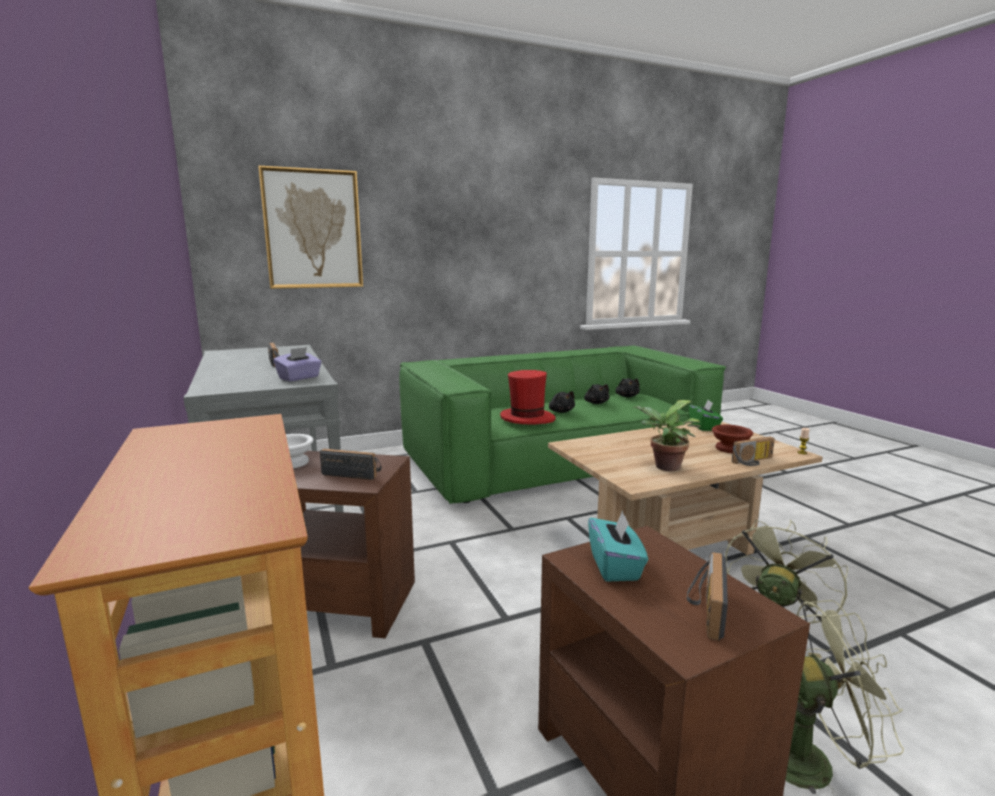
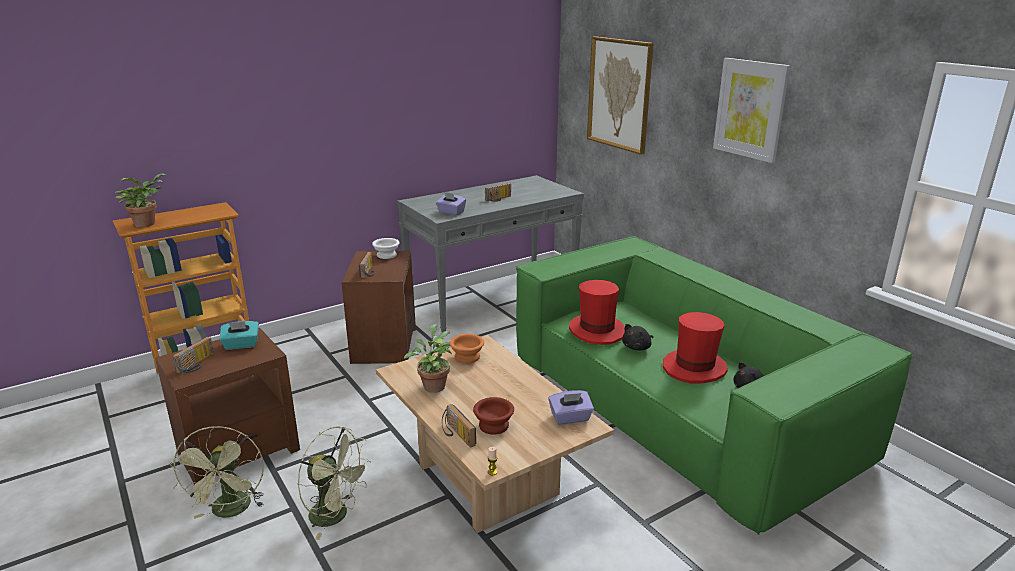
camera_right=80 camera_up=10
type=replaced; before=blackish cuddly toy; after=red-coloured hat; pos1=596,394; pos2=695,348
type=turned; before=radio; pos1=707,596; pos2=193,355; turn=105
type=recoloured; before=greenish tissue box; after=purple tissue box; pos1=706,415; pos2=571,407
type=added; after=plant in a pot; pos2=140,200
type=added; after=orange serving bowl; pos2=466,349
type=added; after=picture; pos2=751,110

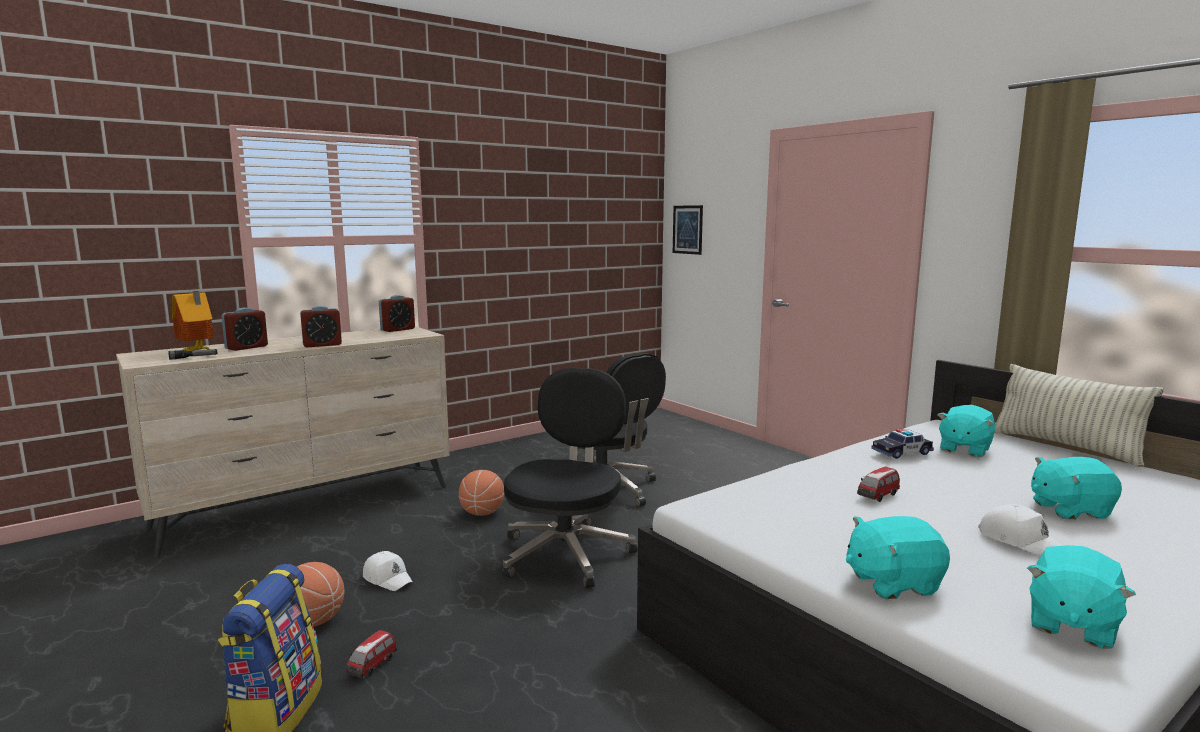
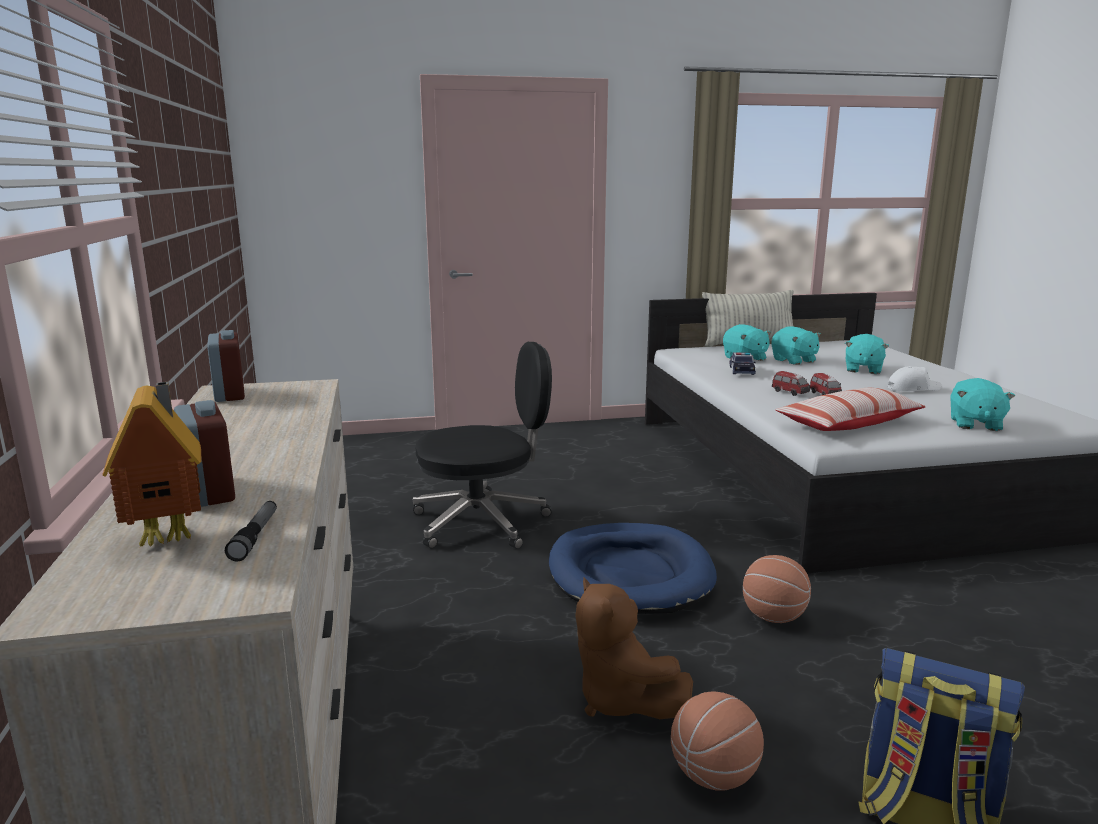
camera_right=-65 camera_up=5
type=removed; before=table clock; pos1=321,326
type=moved; before=model car; pos1=371,654; pos2=791,383
type=replaced; before=white-coloured peaked cap; after=brown-coloured cuddly toy; pos1=388,571; pos2=634,648
type=moved; before=basketball; pos1=481,493; pos2=777,589
type=replaced; before=blackish desk chair; after=blue dog cushion; pos1=569,477; pos2=633,568
type=removed; before=picture; pos1=688,230
type=moved; before=blue-green cuddly toy; pos1=1081,597; pos2=796,345
type=added; after=pillow; pos2=850,409

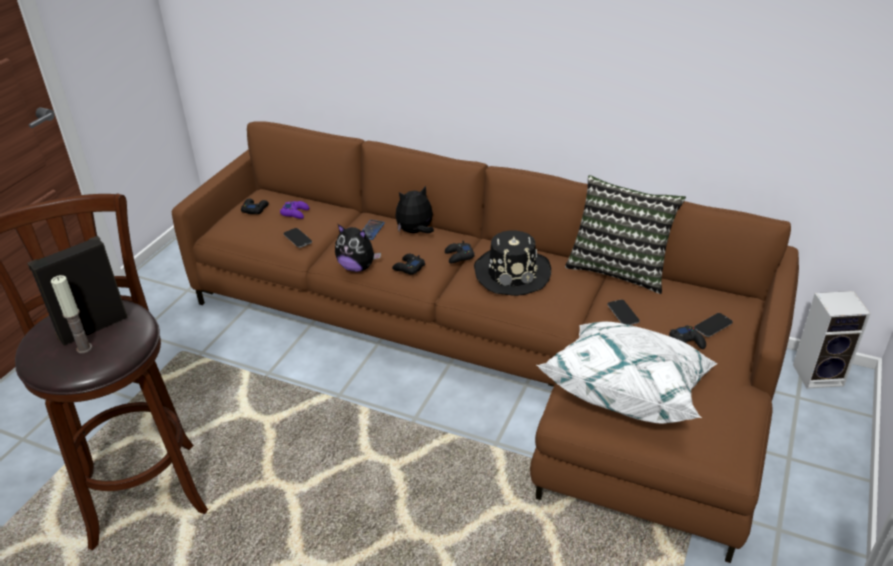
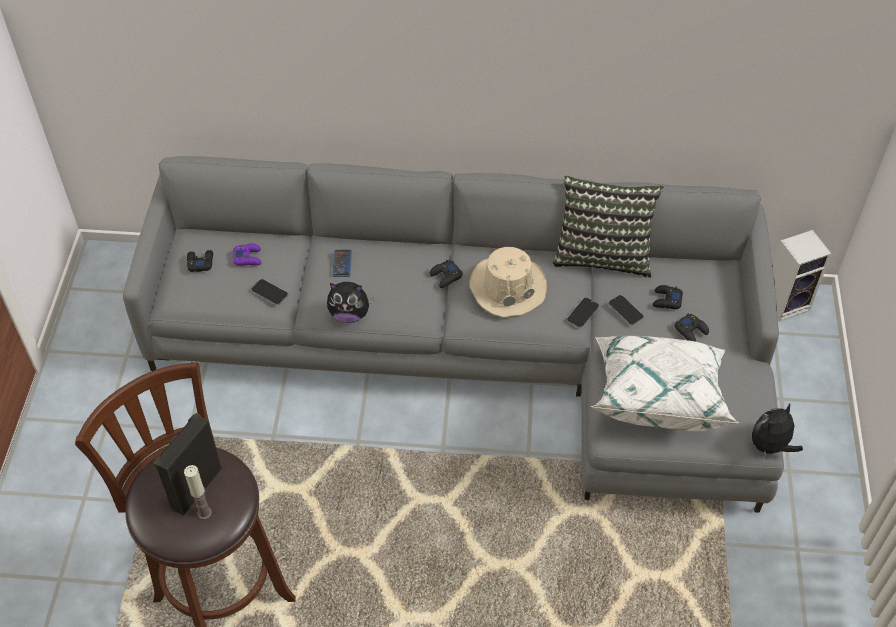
camera_right=-20 camera_up=15
type=recoloured; before=brown-coloured couch; after=greyish couch; pos1=485,342; pos2=453,334
type=moved; before=blackish joypad; pos1=408,264; pos2=668,297
type=moved; before=cuddly toy; pos1=414,209; pos2=777,431
type=recoloured; before=blackish hat; after=beige hat; pos1=512,263; pos2=508,282
type=moved; before=phone; pos1=713,325; pos2=583,313

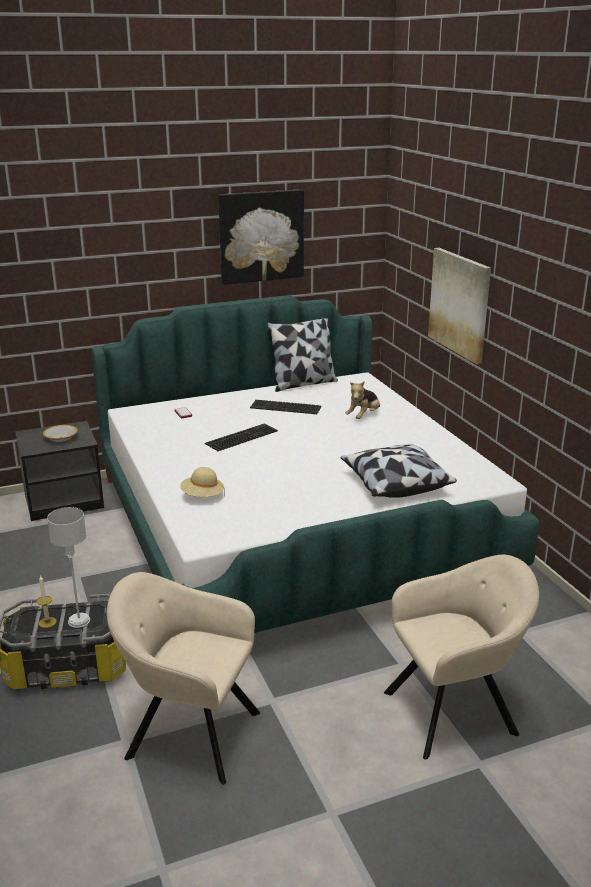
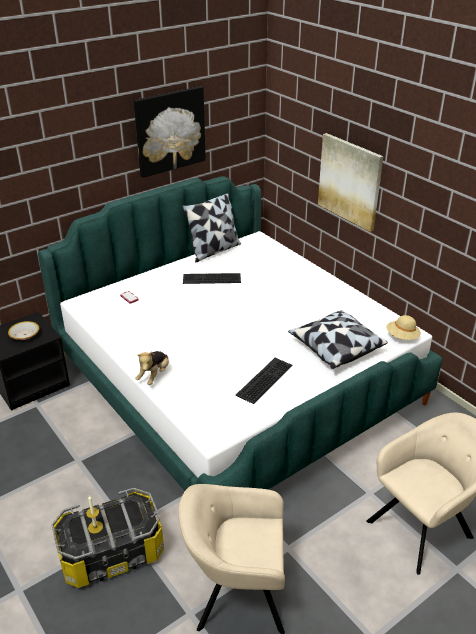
camera_right=-15 camera_up=10
type=removed; before=greyish table lamp; pos1=68,567
type=moved; before=beige hat; pos1=202,482; pos2=403,327
type=moved; before=PC keyboard; pos1=241,437; pos2=264,381
type=moved; before=cuddly toy; pos1=362,400; pos2=152,368

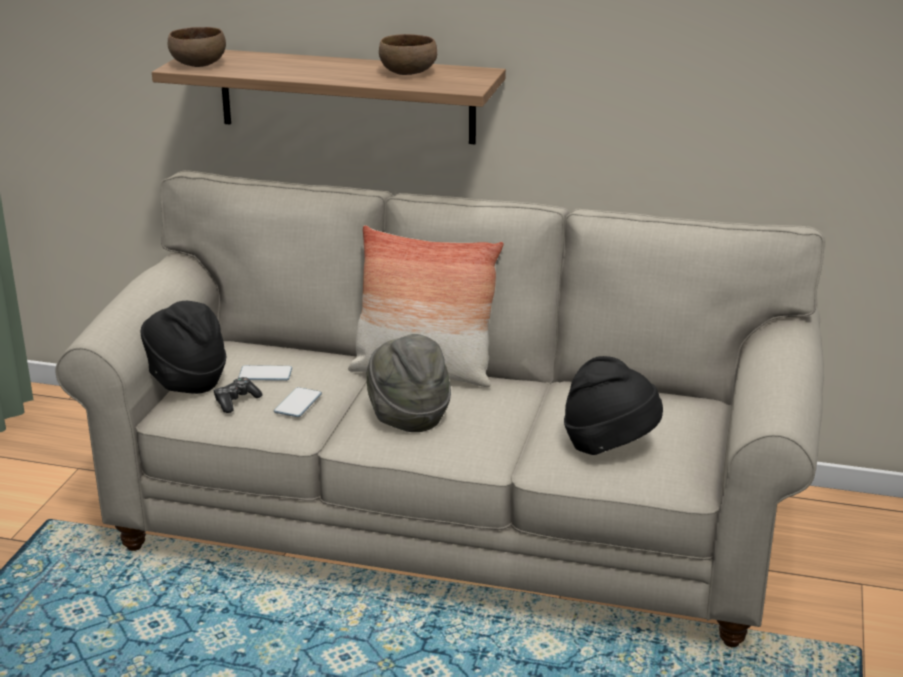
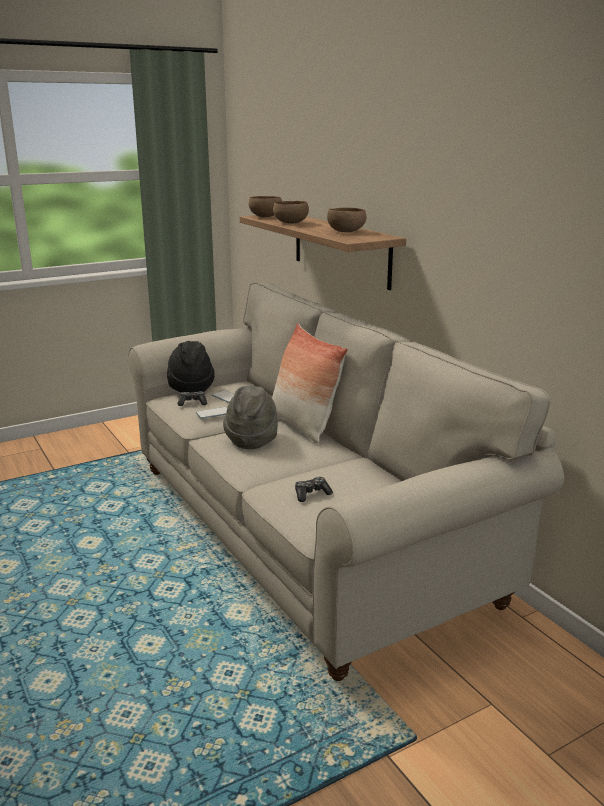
camera_right=45 camera_up=-5
type=replaced; before=blackish hat; after=joypad; pos1=613,405; pos2=314,489
type=added; after=brown-coloured serving bowl; pos2=291,212

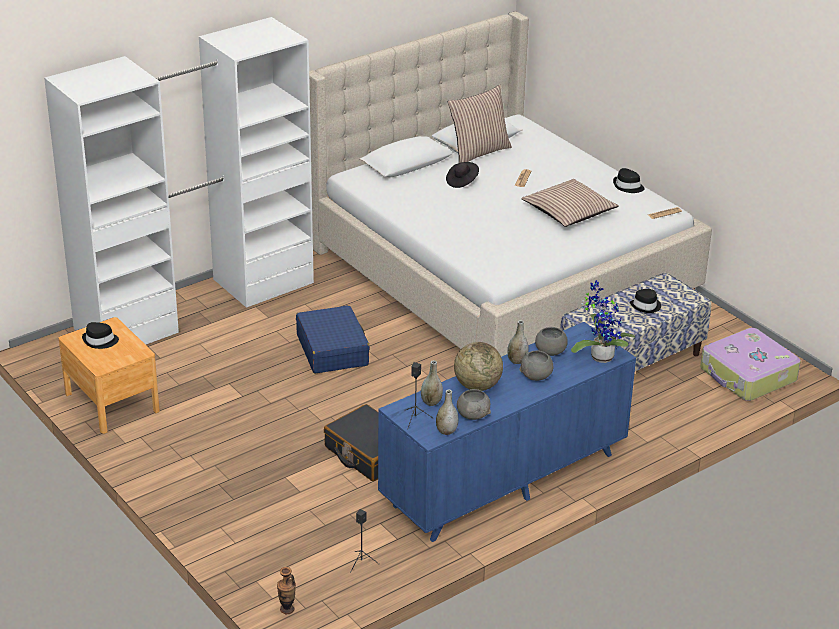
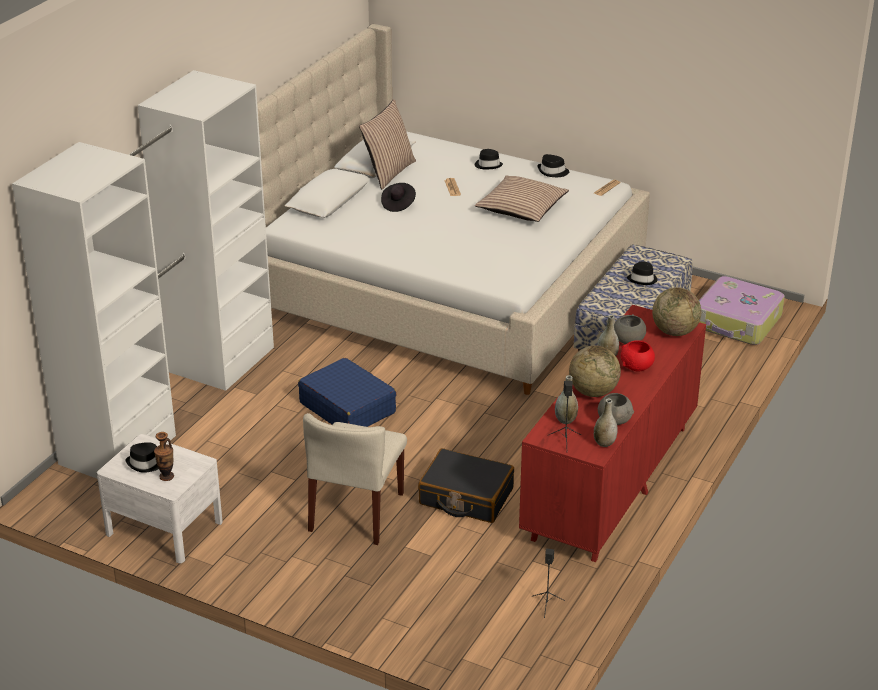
camera_right=-25 camera_up=0
type=recoloured; before=brown-coloured night table; after=white-coloured night table; pos1=109,375; pos2=160,498
type=moved; before=flower vase; pos1=286,590; pos2=164,456
type=recoloured; before=blue chest of drawers; after=red-coloured chest of drawers; pos1=507,432; pos2=612,433
type=recoloured; before=greyish serving bowl; after=red-coloured serving bowl; pos1=536,365; pos2=638,356
type=replaced; before=plant in a pot; after=globe; pos1=603,321; pos2=676,311
type=added; after=beige plain chair; pos2=355,479
type=added; after=blackish hat; pos2=489,159

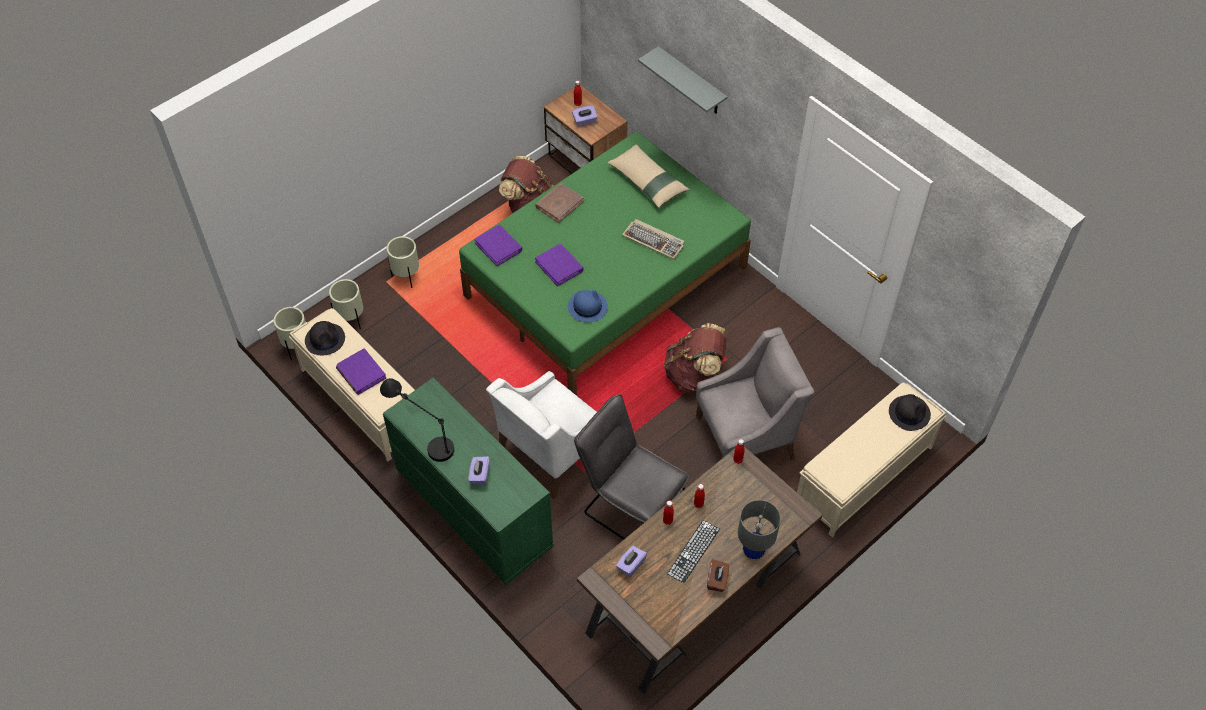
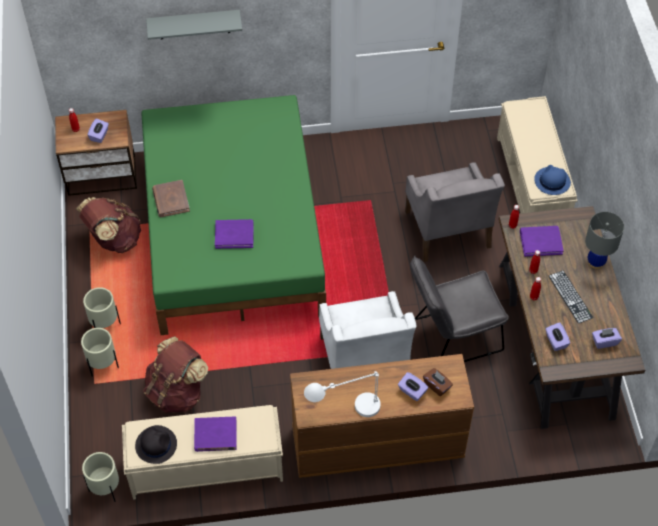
camera_right=-55 camera_up=0
type=moved; before=beige plant pot; pos1=346,304; pos2=102,307
type=recoloured; before=blackish table lamp; after=white-coloured table lamp; pos1=417,420; pos2=342,394
type=recoloured; before=greenish chest of drawers; after=brown-coloured chest of drawers; pos1=468,481; pos2=382,416
type=moved; before=purple volume; pos1=498,245; pos2=542,241
type=moved; before=blue hat; pos1=588,306; pos2=552,180
type=removed; before=beige pillow; pos1=648,176
type=removed; before=PC keyboard; pos1=653,239
type=moved; before=brown-coloured backpack; pos1=695,358; pos2=175,374
type=turned; before=greyish lounge chair; pos1=755,393; pos2=455,212; turn=150
type=moved; before=brown-coloured tissue box; pos1=718,575; pos2=438,382
type=removed; before=blackish hat; pos1=910,412
type=added; after=purple tissue box; pos2=607,338

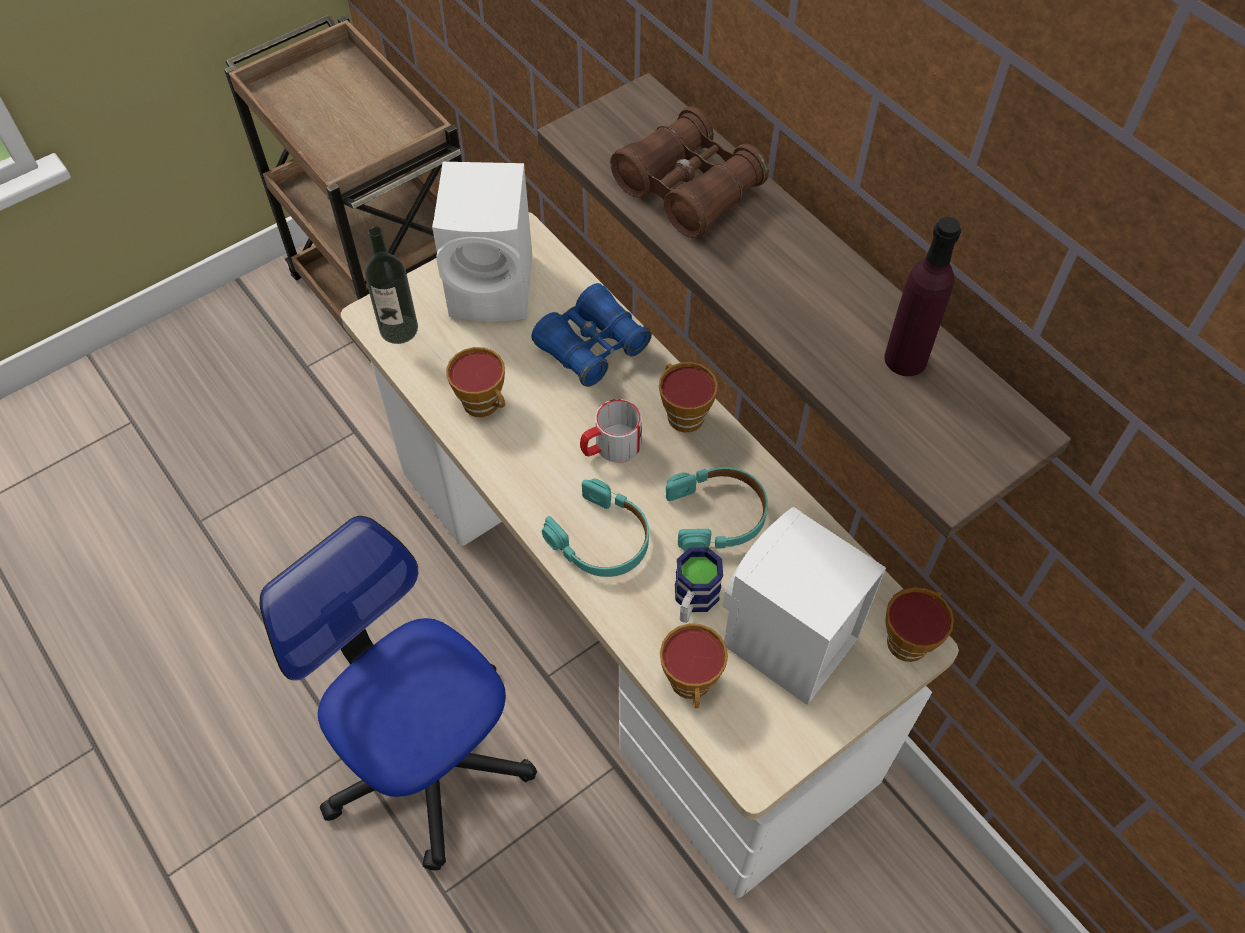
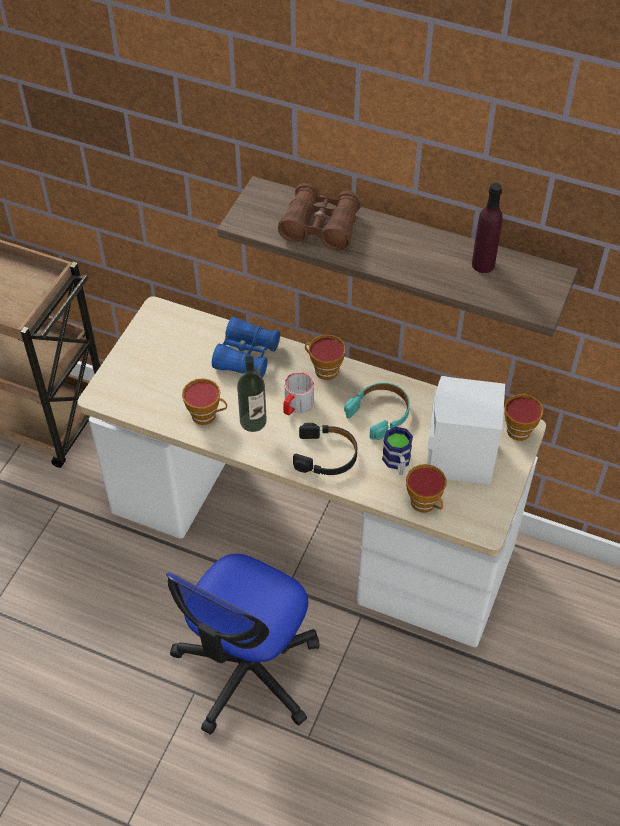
camera_right=-30 camera_up=-5
type=turned; before=desk chair; pos1=398,693; pos2=242,644; turn=-75
type=moved; before=beverage bottle; pos1=391,285; pos2=252,394
type=removed; before=white-coloured speaker; pos1=482,242
type=recoloured; before=blue-green headphones; after=blackish headphones; pos1=595,528; pos2=325,449

